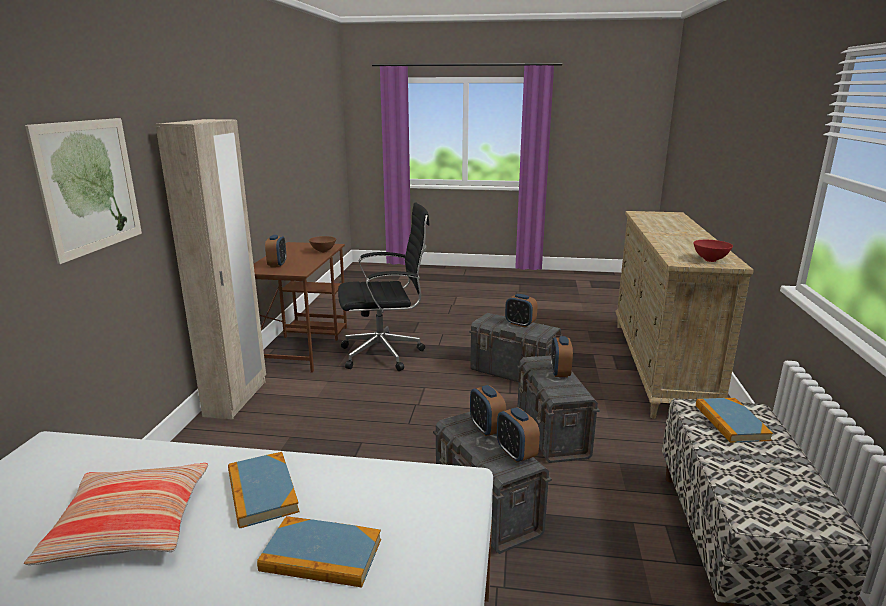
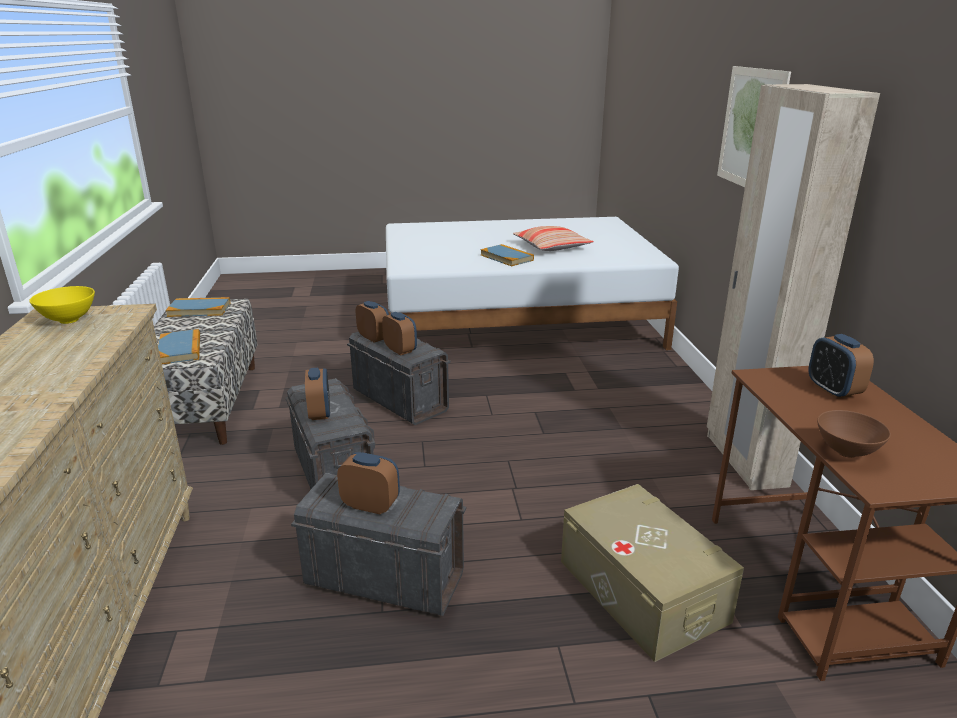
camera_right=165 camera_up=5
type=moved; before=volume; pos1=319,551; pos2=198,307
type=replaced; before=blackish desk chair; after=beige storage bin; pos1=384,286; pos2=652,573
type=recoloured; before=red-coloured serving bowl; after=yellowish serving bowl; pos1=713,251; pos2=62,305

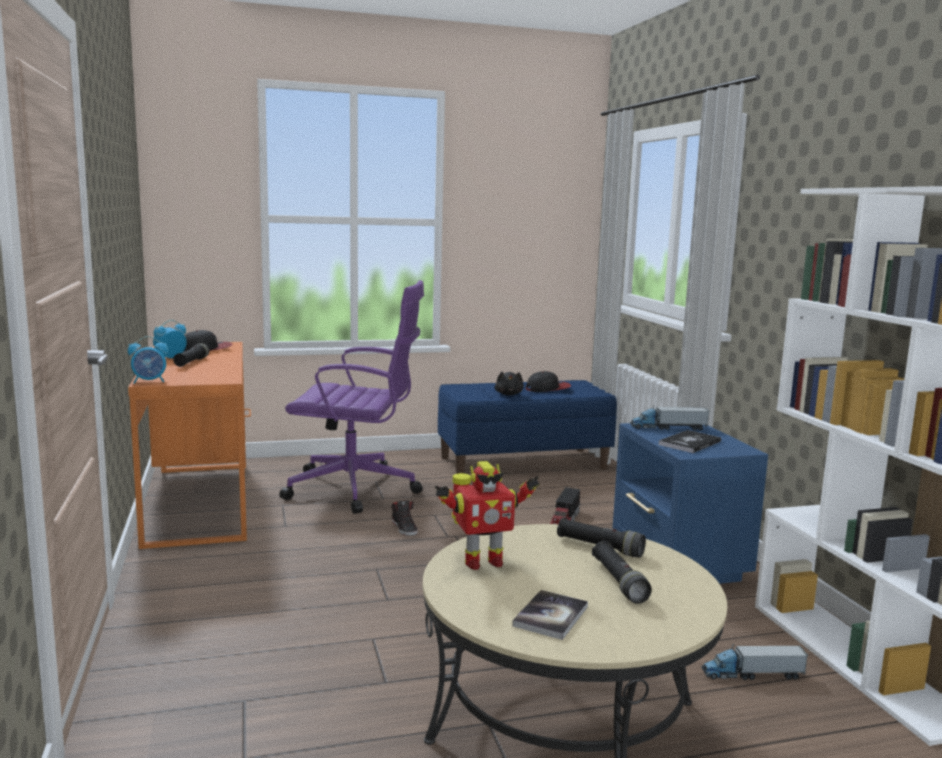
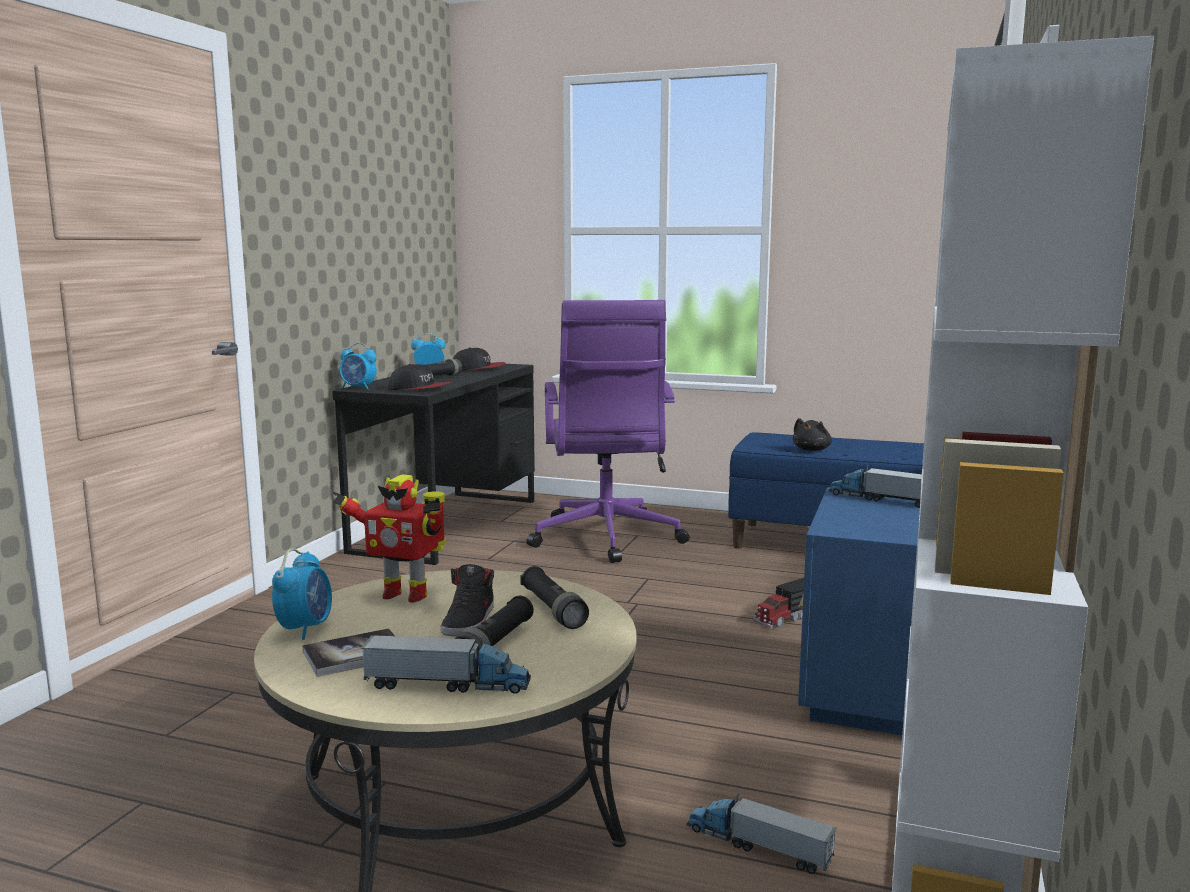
camera_right=35 camera_up=0
type=recoloured; before=orange desk unit; after=blackish desk unit; pos1=189,445; pos2=433,464
type=turned; before=purple desk chair; pos1=351,397; pos2=608,431; turn=45
type=moved; before=blackish item of footwear; pos1=405,518; pos2=467,600
type=moved; before=peaked cap; pos1=548,381; pos2=419,377
type=removed; before=volume; pos1=689,441
type=added; after=table clock; pos2=302,594
type=added; after=model truck; pos2=446,664

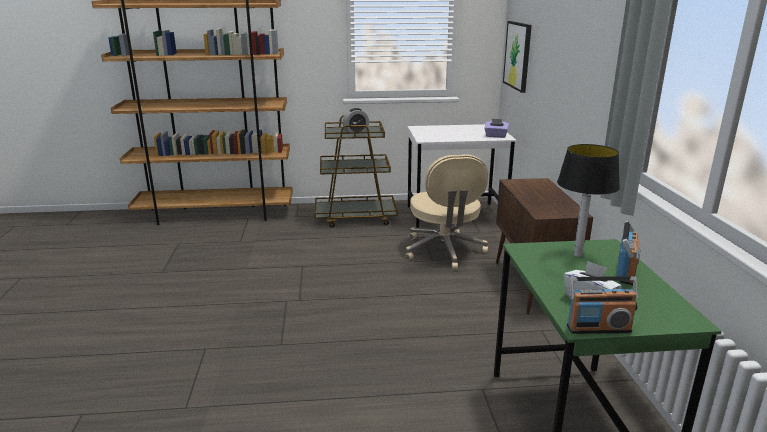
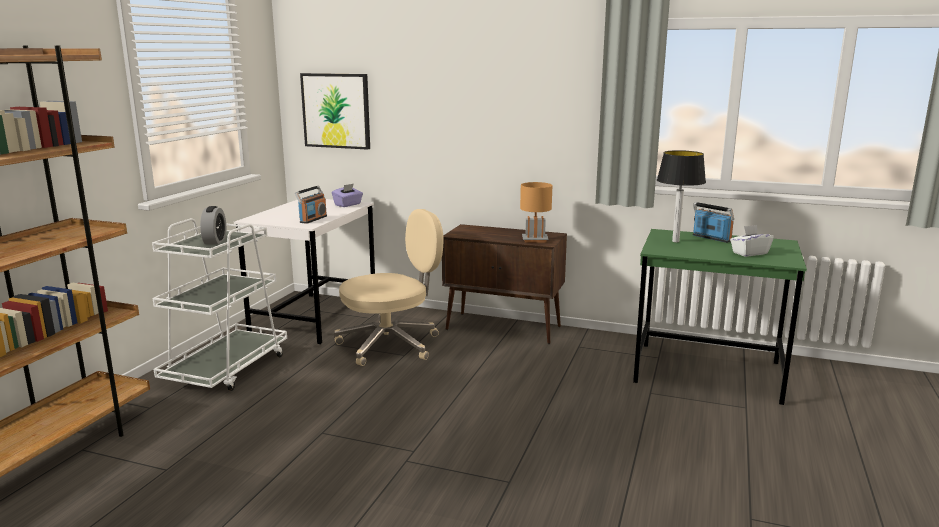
camera_right=-65 camera_up=-5
type=recoloured; before=brown-coloured trolley; after=white-coloured trolley; pos1=356,171; pos2=219,304
type=turned; before=beige desk chair; pos1=446,212; pos2=389,287; turn=-45
type=moved; before=radio; pos1=602,305; pos2=311,205
type=added; after=brown-coloured table lamp; pos2=536,212

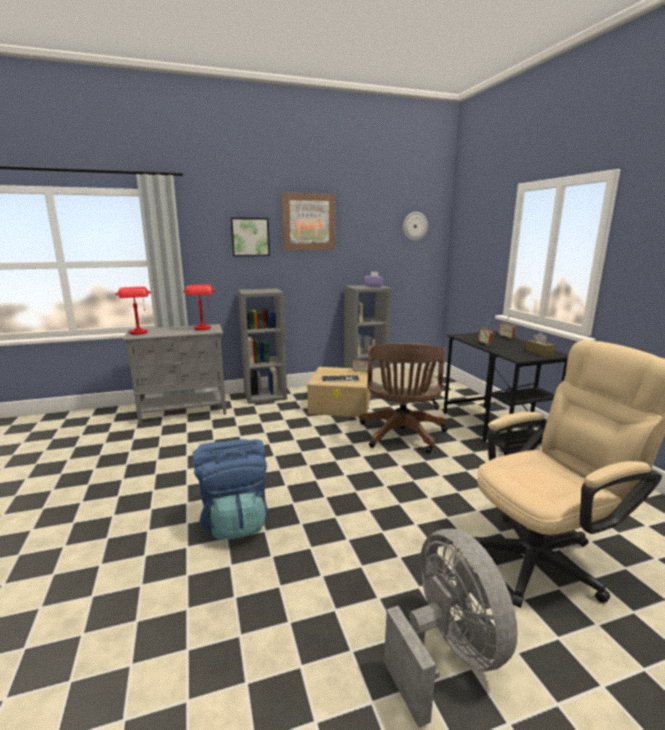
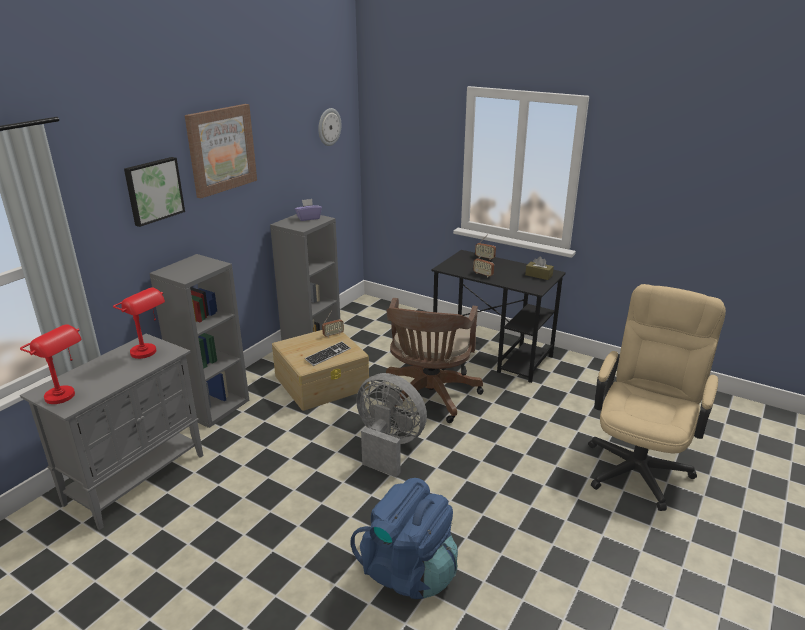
camera_right=-40 camera_up=10
type=turned; before=brown-coloured desk chair; pos1=403,398; pos2=435,360; turn=45
type=moved; before=greyish fan; pos1=451,628; pos2=391,425

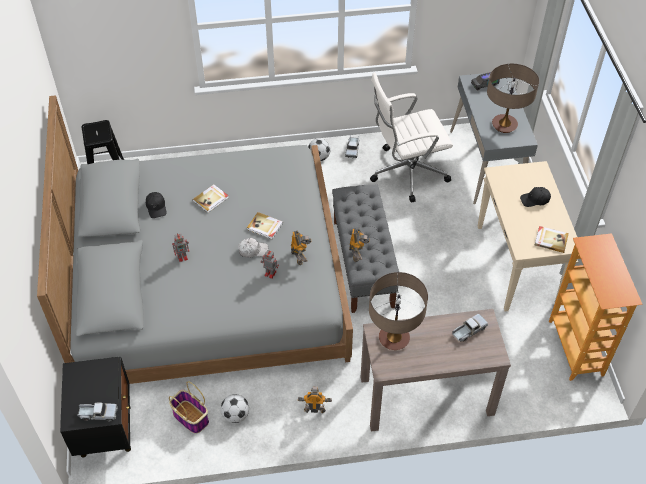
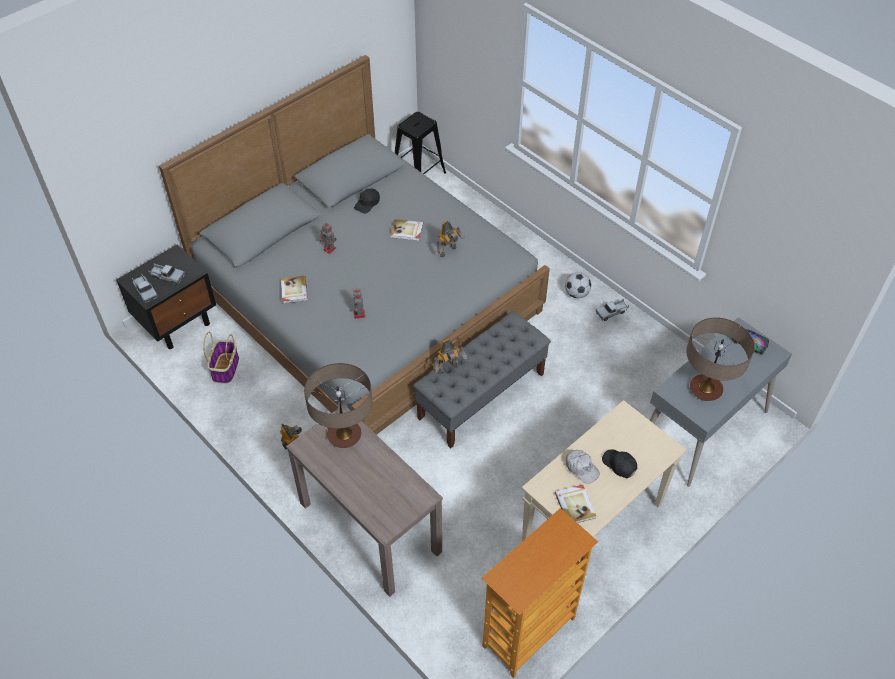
camera_right=55 camera_up=0
type=removed; before=ball for football; pos1=235,408
type=moved; before=white-coloured peaked cap; pos1=253,248; pos2=582,467
type=moved; before=volume; pos1=265,225; pos2=294,289
type=moved; before=robot figure; pos1=301,247; pos2=451,239
type=removed; before=white-coloured desk chair; pos1=411,137
type=moved; before=model truck; pos1=470,328; pos2=166,274

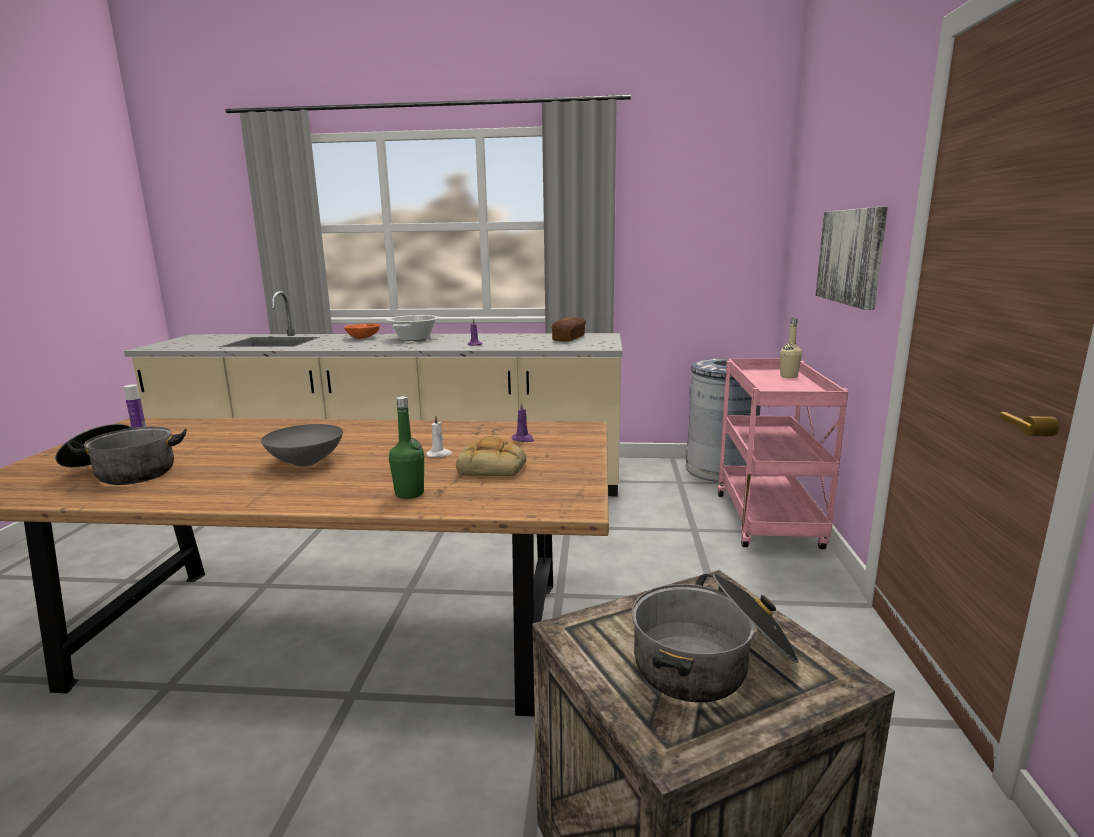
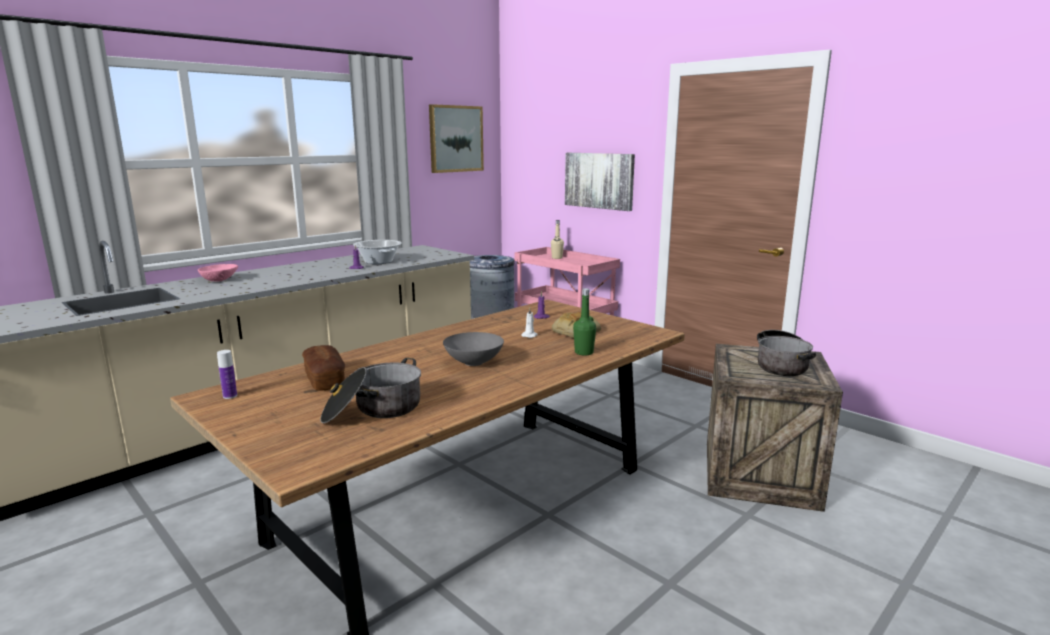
camera_right=-50 camera_up=0
type=recoloured; before=orange serving bowl; after=pink-coloured serving bowl; pos1=362,331; pos2=218,273
type=moved; before=saucepot; pos1=412,328; pos2=377,252
type=moved; before=baked bread; pos1=569,329; pos2=323,368
type=added; after=picture; pos2=456,138

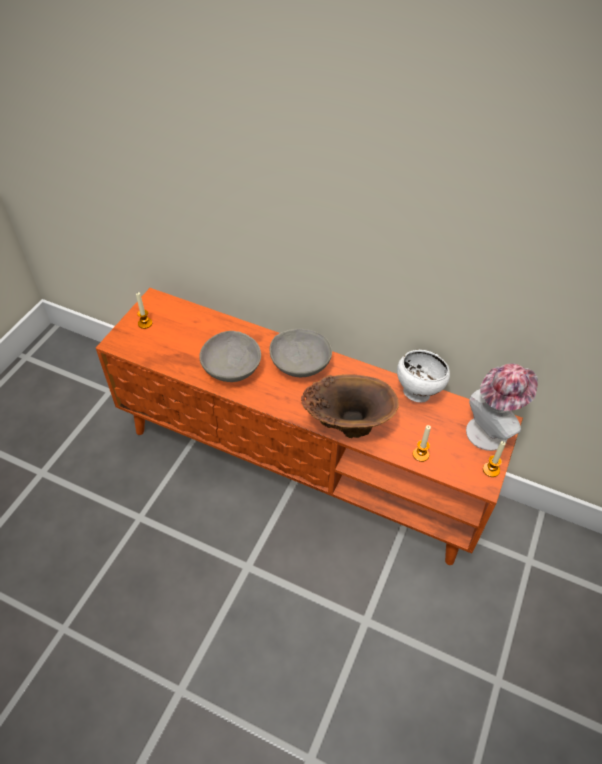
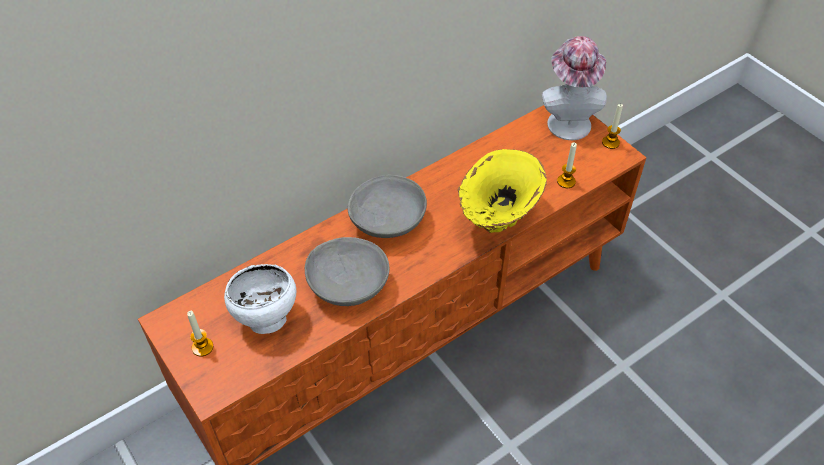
camera_right=-60 camera_up=0
type=recoloured; before=brown-coloured flower vase; after=yellowish flower vase; pos1=350,406; pos2=502,191
type=moved; before=white-coloured serving bowl; pos1=423,376; pos2=260,299

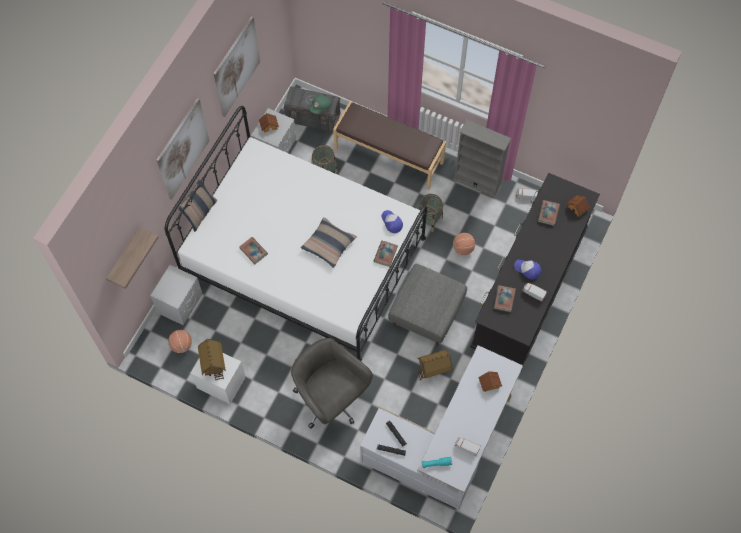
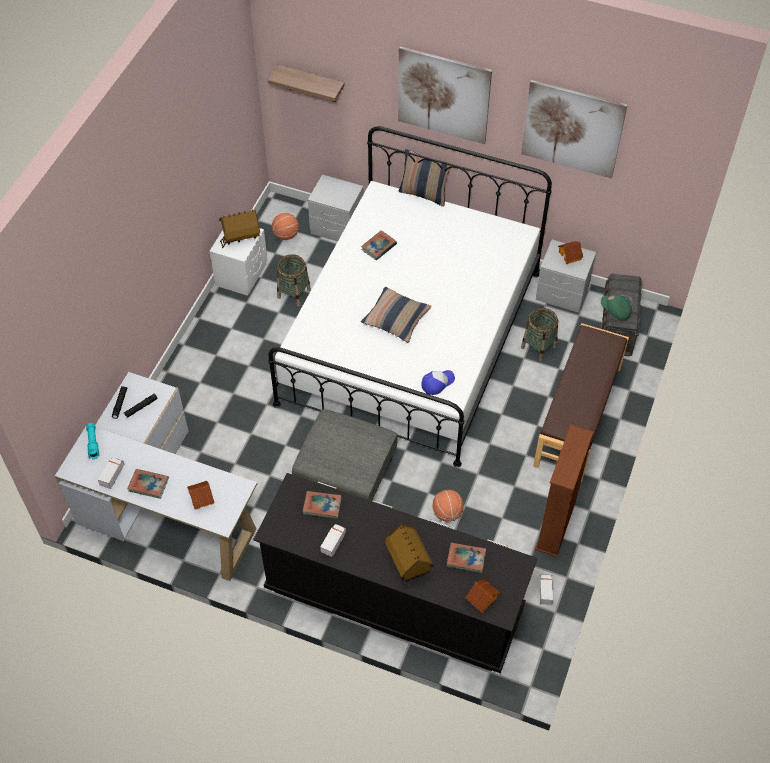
camera_right=85 camera_up=-10
type=removed; before=greyish desk chair; pos1=332,383
type=moved; before=volume; pos1=386,254; pos2=148,484
type=moved; before=miniature house; pos1=435,365; pos2=409,552
type=moved; before=household basket; pos1=431,213; pos2=294,280
type=recoloured; before=greyish shelving unit; after=brown-coloured shelving unit; pos1=482,159; pos2=564,491
type=removed; before=peaked cap; pos1=527,269

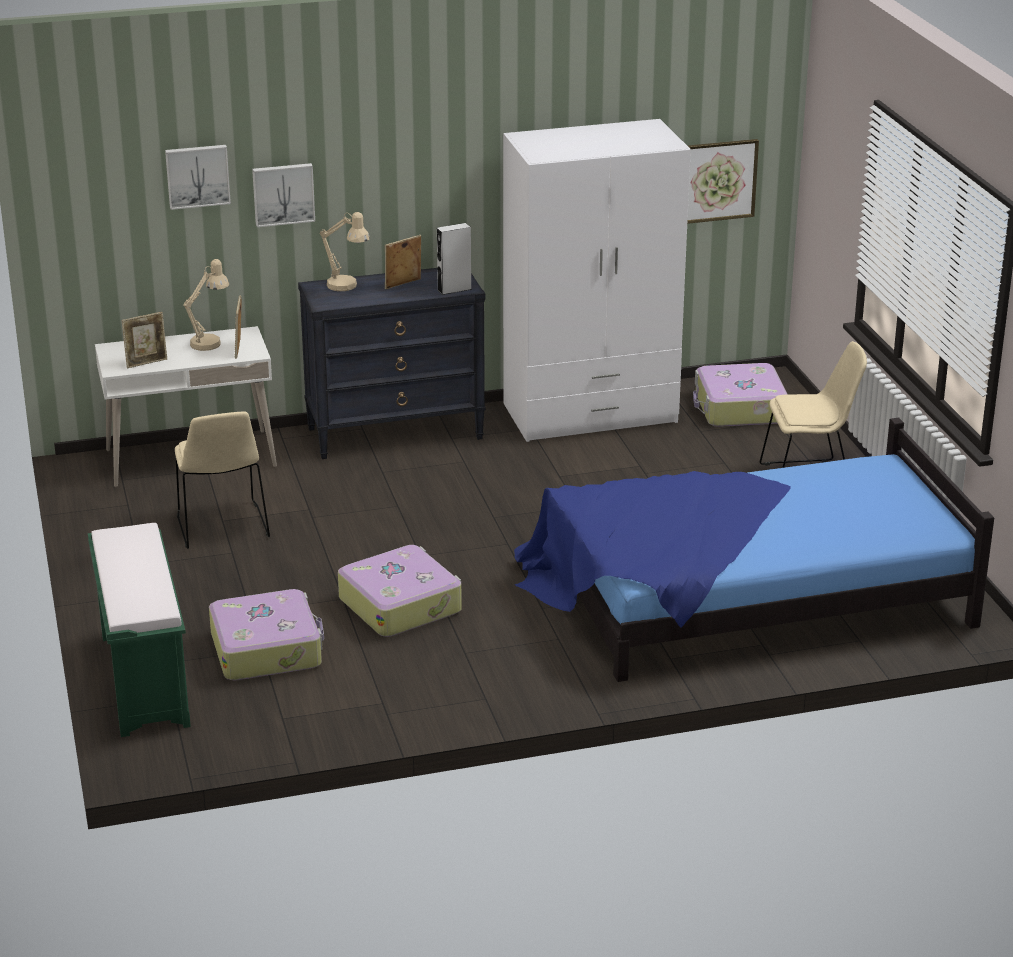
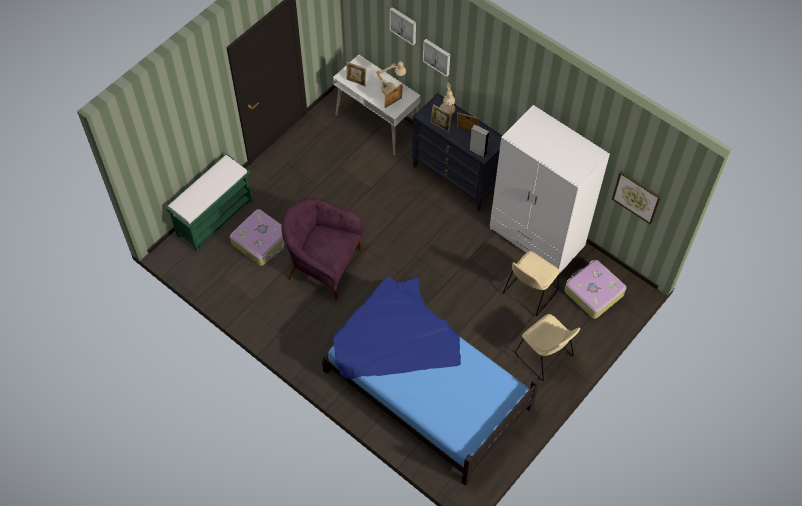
camera_right=55 camera_up=30
type=moved; before=beige plain chair; pos1=222,480; pos2=531,283
type=replaced; before=suitcase; after=purple lounge chair; pos1=400,591; pos2=322,248
type=added; after=photo frame; pos2=441,118

